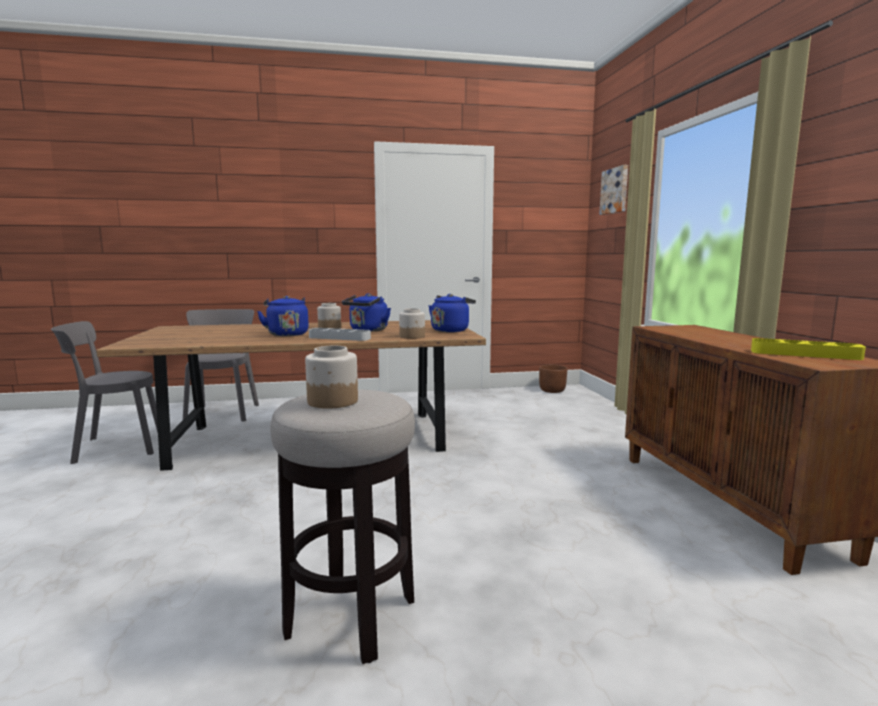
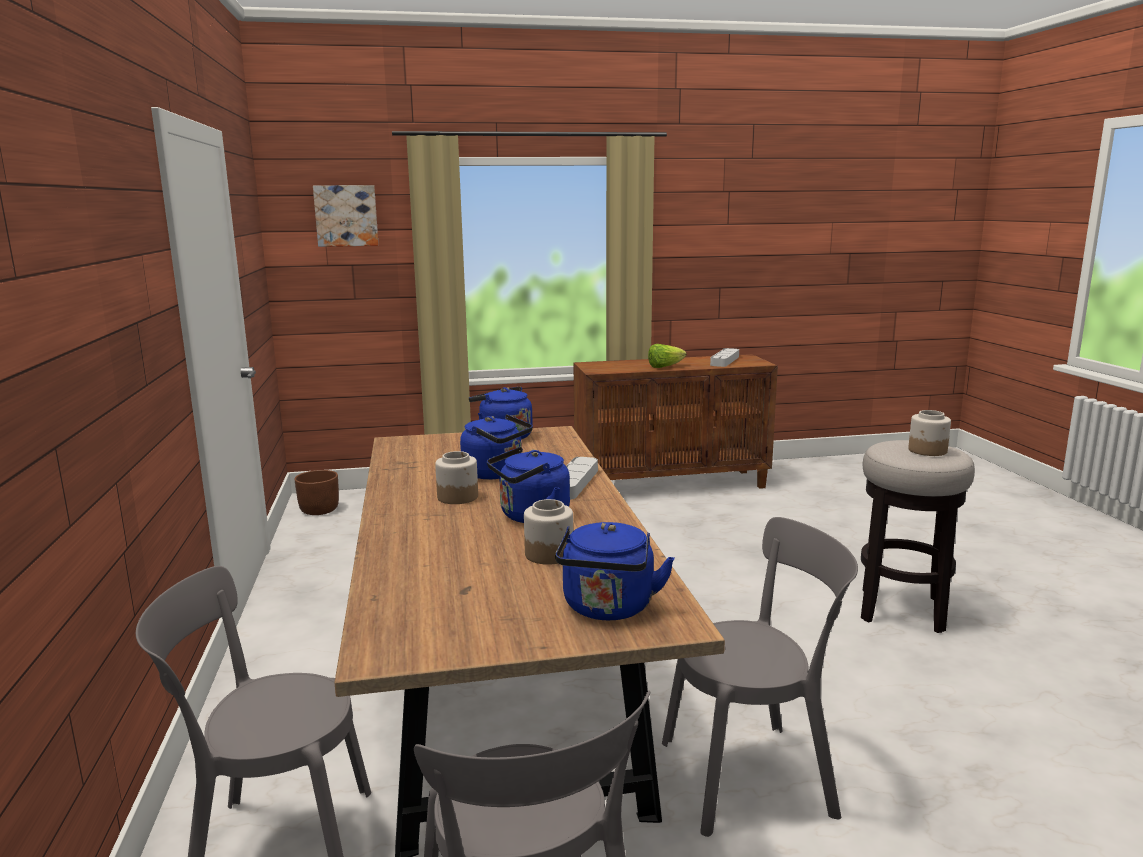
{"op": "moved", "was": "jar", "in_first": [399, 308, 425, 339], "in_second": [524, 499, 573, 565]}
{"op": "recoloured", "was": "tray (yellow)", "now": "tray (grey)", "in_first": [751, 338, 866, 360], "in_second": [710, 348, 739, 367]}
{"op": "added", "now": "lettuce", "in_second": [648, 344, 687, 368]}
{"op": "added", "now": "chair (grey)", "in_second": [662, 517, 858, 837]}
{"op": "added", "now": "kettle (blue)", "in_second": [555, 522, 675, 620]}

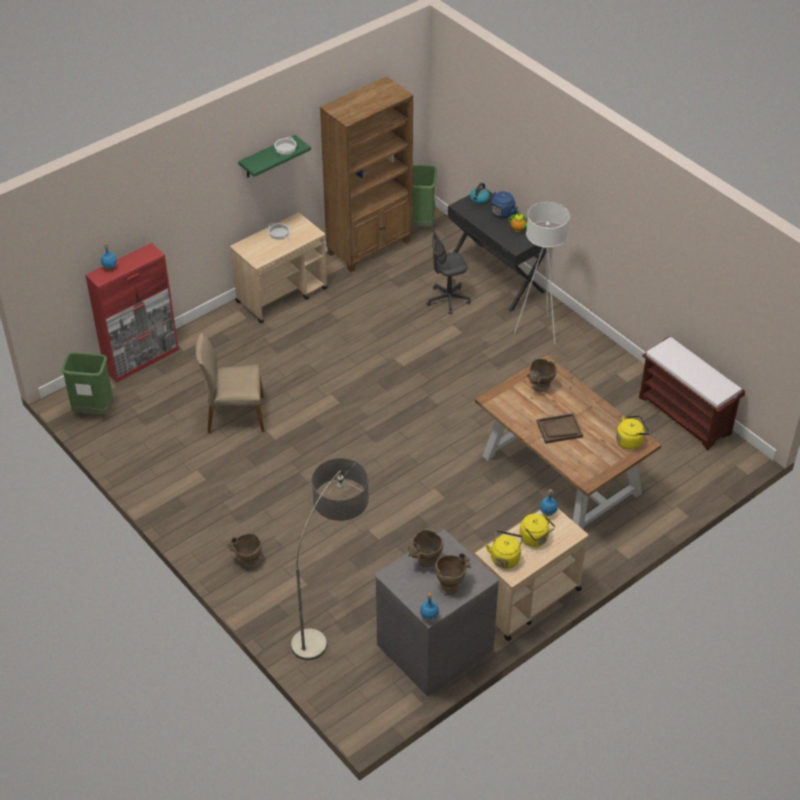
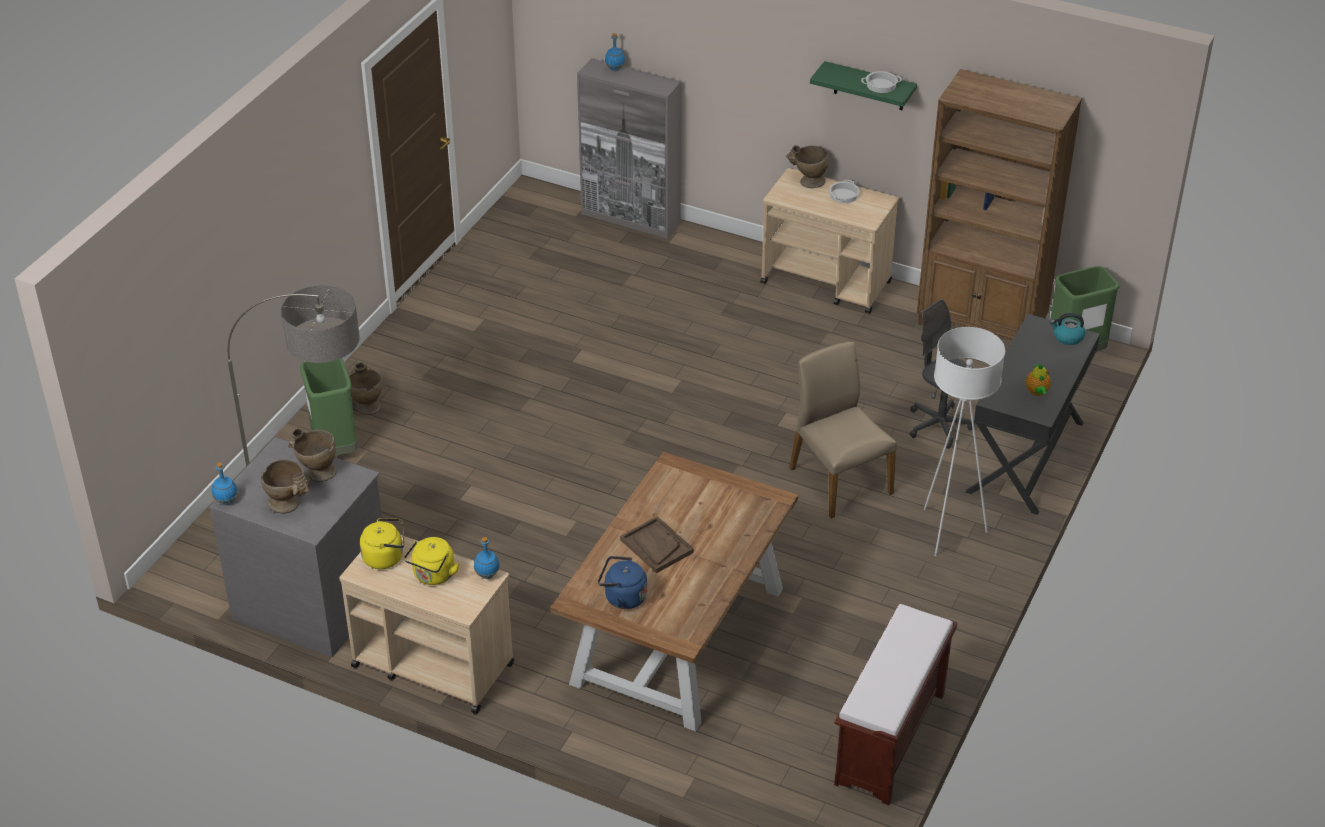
{"op": "moved", "was": "kettle (blue)", "in_first": [487, 191, 517, 218], "in_second": [598, 556, 647, 609]}
{"op": "recoloured", "was": "cabinet (red)", "now": "cabinet (grey)", "in_first": [85, 243, 179, 383], "in_second": [577, 58, 681, 239]}
{"op": "moved", "was": "chair (beige)", "in_first": [196, 333, 264, 433], "in_second": [790, 342, 896, 519]}
{"op": "moved", "was": "trash can (green)", "in_first": [61, 352, 113, 414], "in_second": [300, 358, 358, 456]}
{"op": "moved", "was": "vase (beige)", "in_first": [527, 358, 557, 392], "in_second": [786, 145, 828, 188]}
{"op": "removed", "was": "kettle (yellow)", "in_first": [616, 415, 650, 450]}

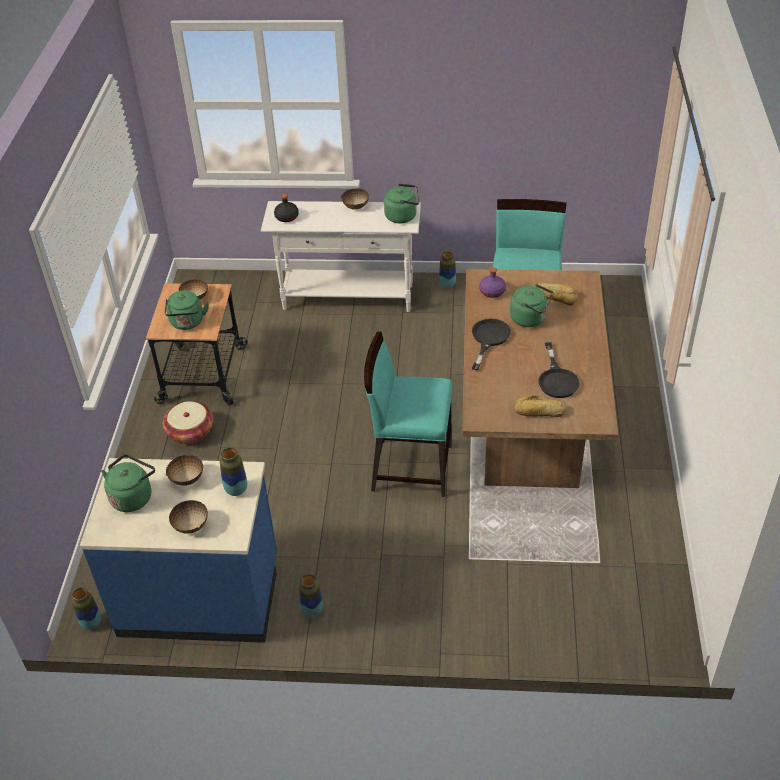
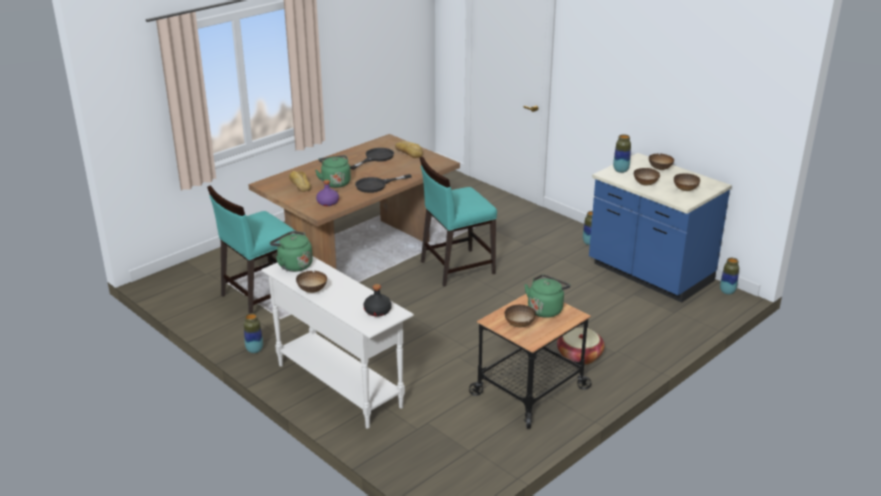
{"op": "turned", "was": "chair (turquoise)", "in_first": [364, 332, 452, 497], "in_second": [420, 157, 497, 287], "clockwise": 105}
{"op": "replaced", "was": "kettle (green)", "now": "bowl", "in_first": [101, 454, 155, 512], "in_second": [673, 173, 700, 191]}

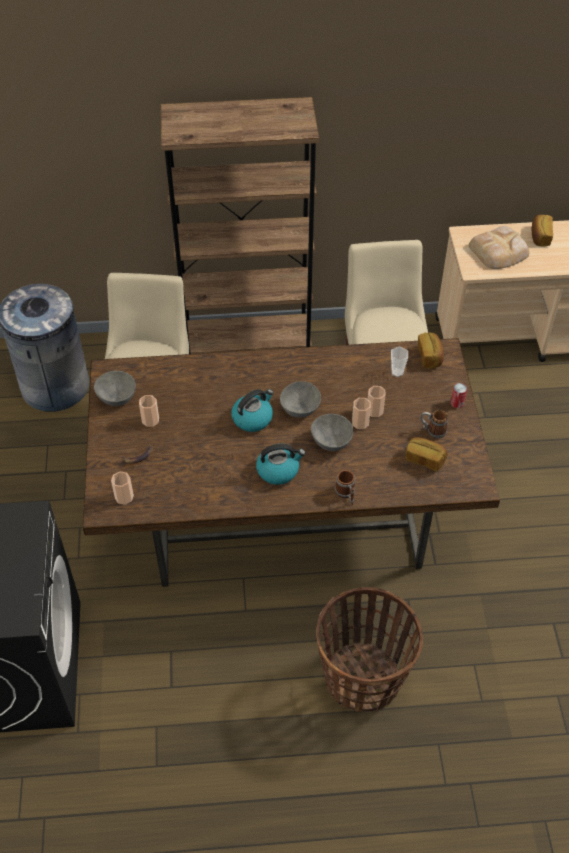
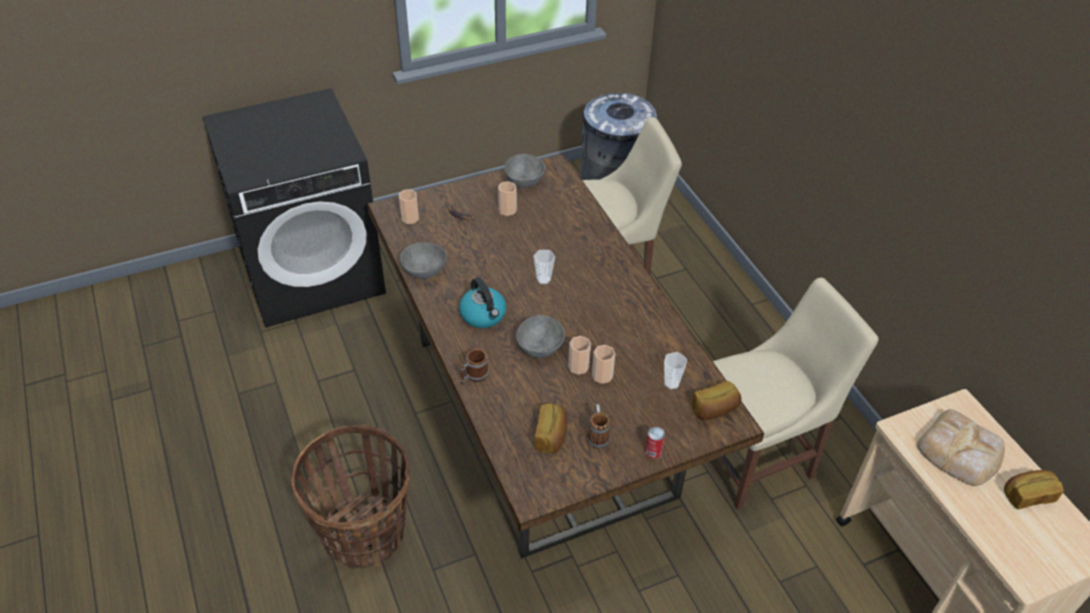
{"op": "removed", "was": "bookcase (brown)", "in_first": [161, 97, 319, 354]}
{"op": "moved", "was": "bowl (grey)", "in_first": [280, 381, 321, 417], "in_second": [400, 243, 446, 279]}
{"op": "replaced", "was": "kettle", "now": "cup", "in_first": [231, 389, 274, 432], "in_second": [533, 250, 555, 284]}

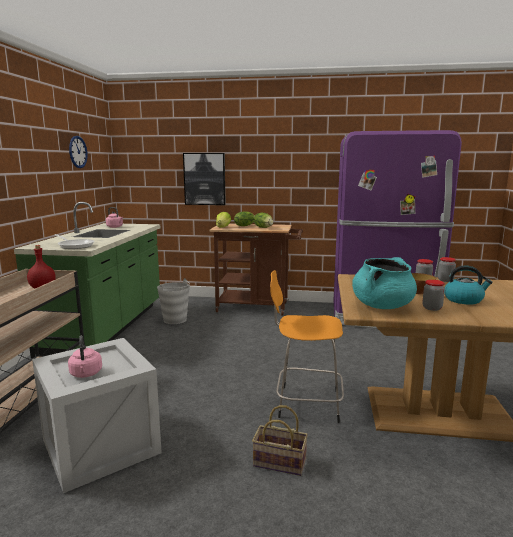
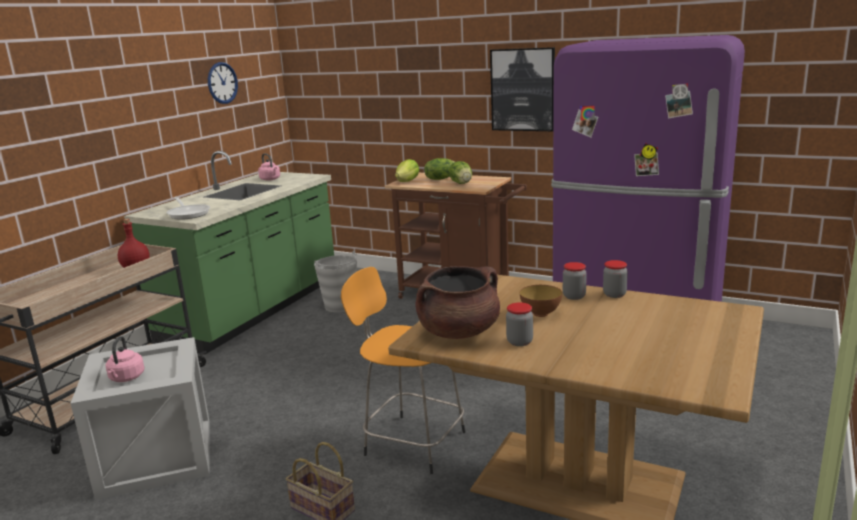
{"op": "moved", "was": "picture", "in_first": [183, 153, 226, 205], "in_second": [490, 47, 555, 131]}
{"op": "recoloured", "was": "cooking pot (turquoise)", "now": "cooking pot (brown)", "in_first": [352, 257, 417, 309], "in_second": [416, 266, 500, 339]}
{"op": "removed", "was": "kettle", "in_first": [444, 266, 493, 305]}

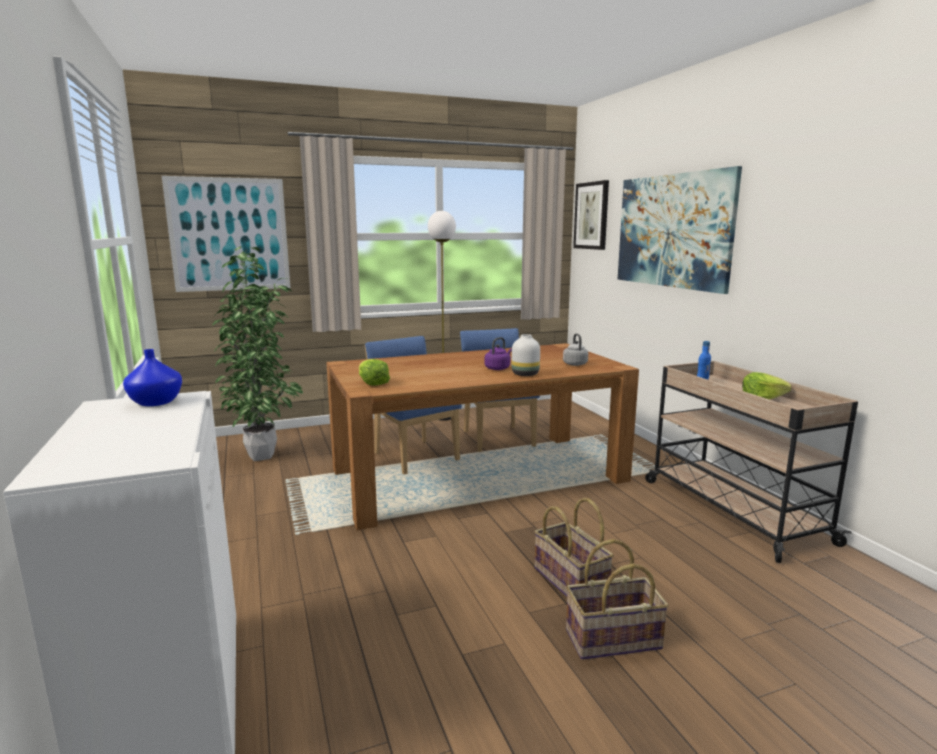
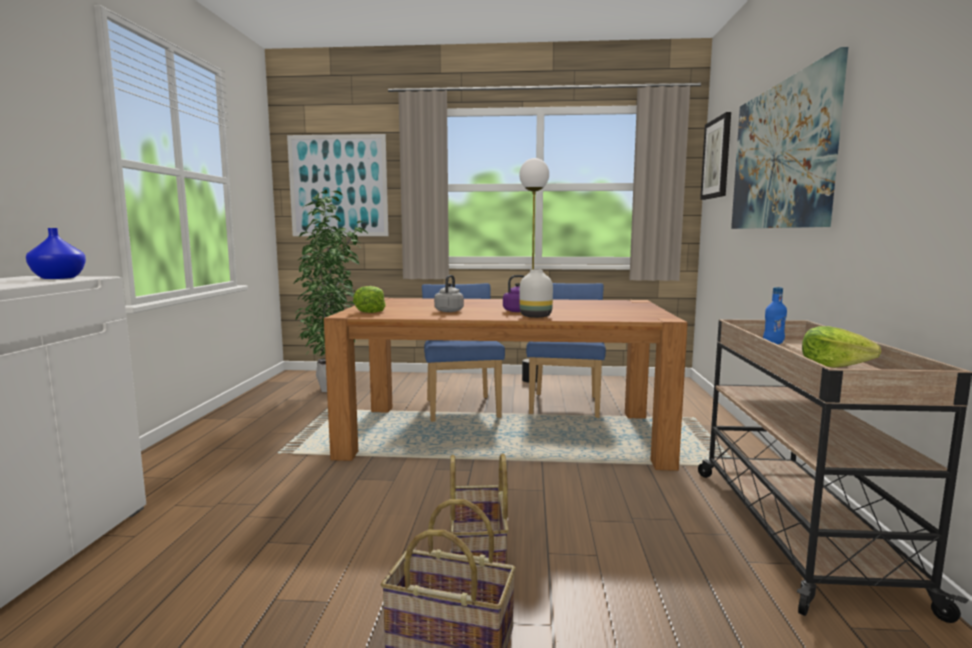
{"op": "moved", "was": "kettle (grey)", "in_first": [563, 333, 588, 366], "in_second": [434, 275, 464, 312]}

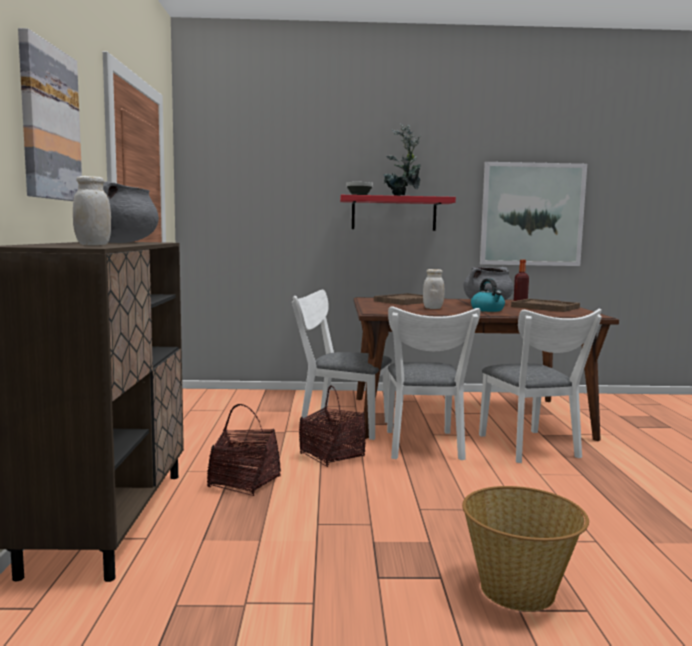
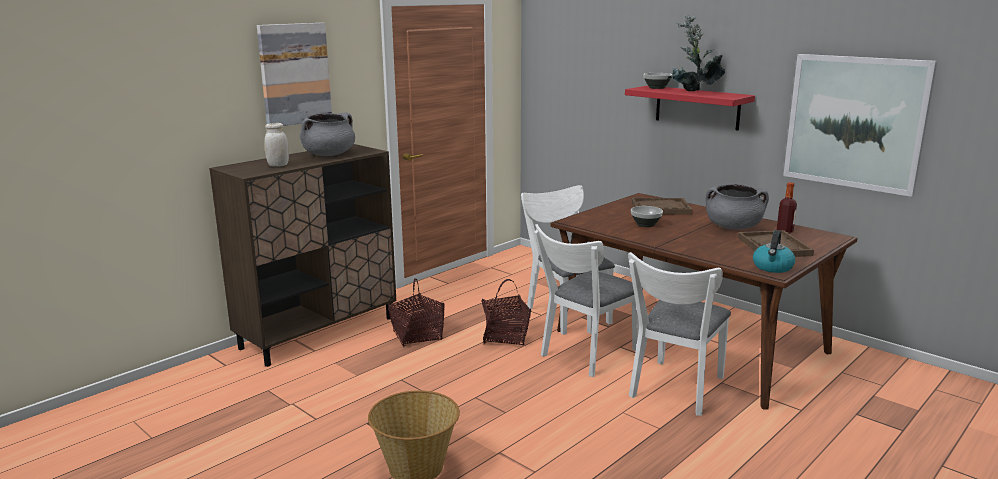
{"op": "replaced", "was": "jar (white)", "now": "bowl", "in_first": [423, 269, 444, 309], "in_second": [631, 206, 663, 227]}
{"op": "moved", "was": "kettle", "in_first": [471, 278, 505, 312], "in_second": [753, 230, 795, 273]}

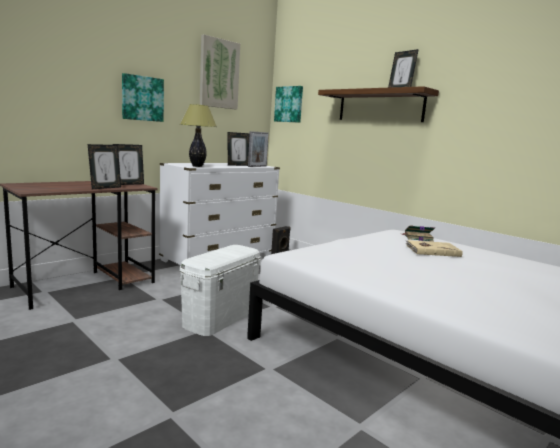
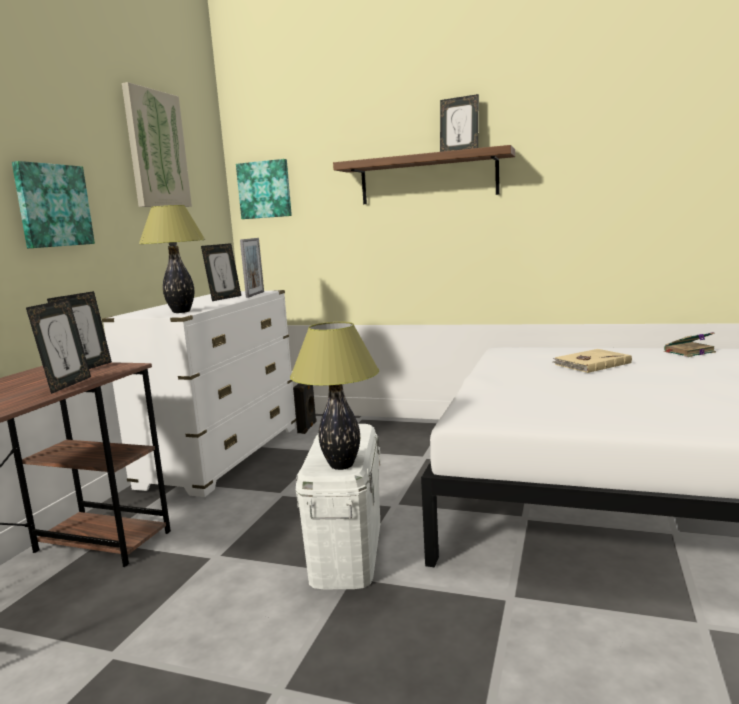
{"op": "moved", "was": "book", "in_first": [401, 225, 435, 242], "in_second": [663, 332, 716, 357]}
{"op": "added", "now": "table lamp", "in_second": [290, 322, 379, 470]}

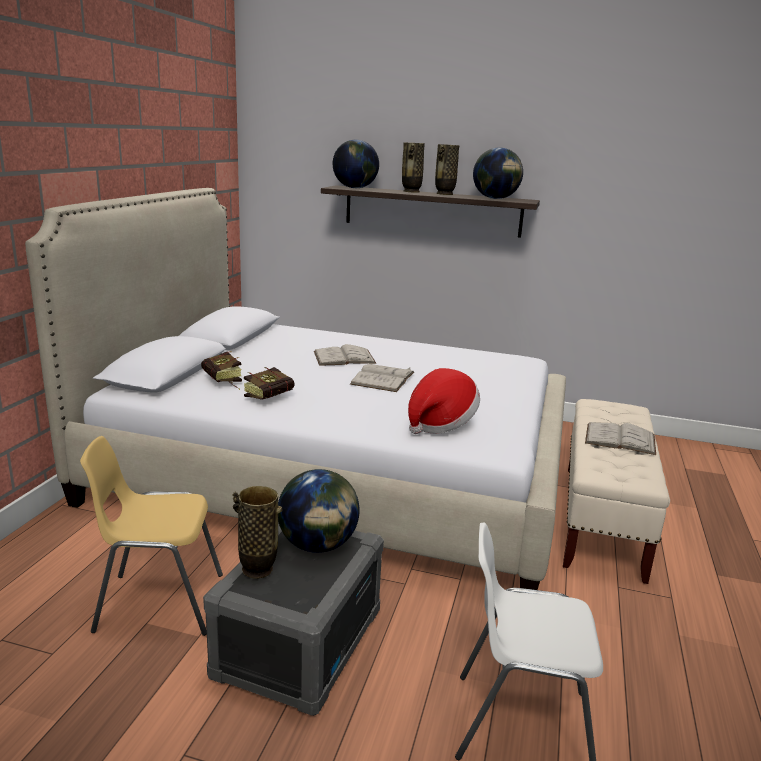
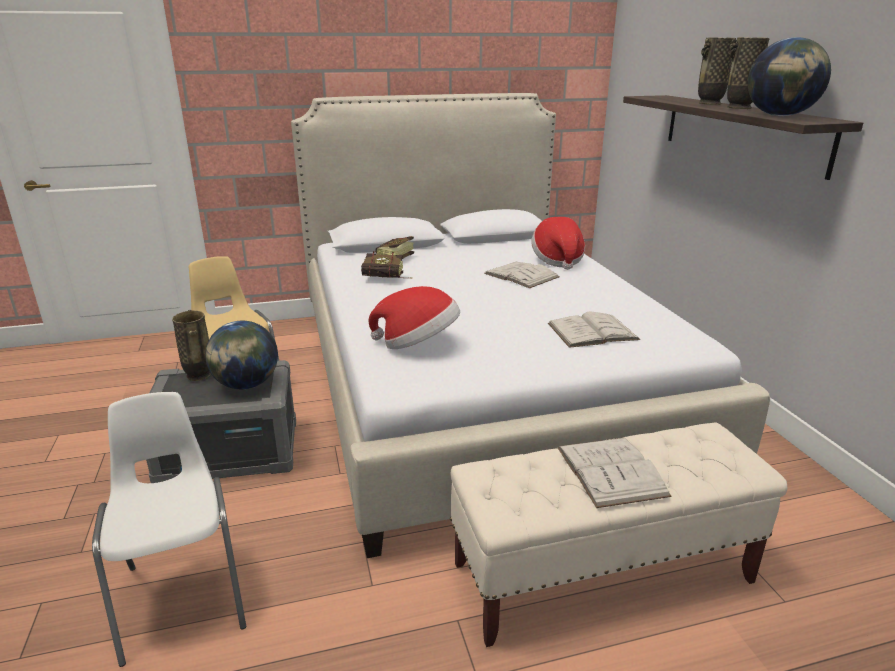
{"op": "removed", "was": "globe", "in_first": [333, 140, 379, 188]}
{"op": "moved", "was": "book (white)", "in_first": [350, 364, 414, 392], "in_second": [548, 312, 641, 348]}
{"op": "added", "now": "hat", "in_second": [531, 217, 585, 270]}

